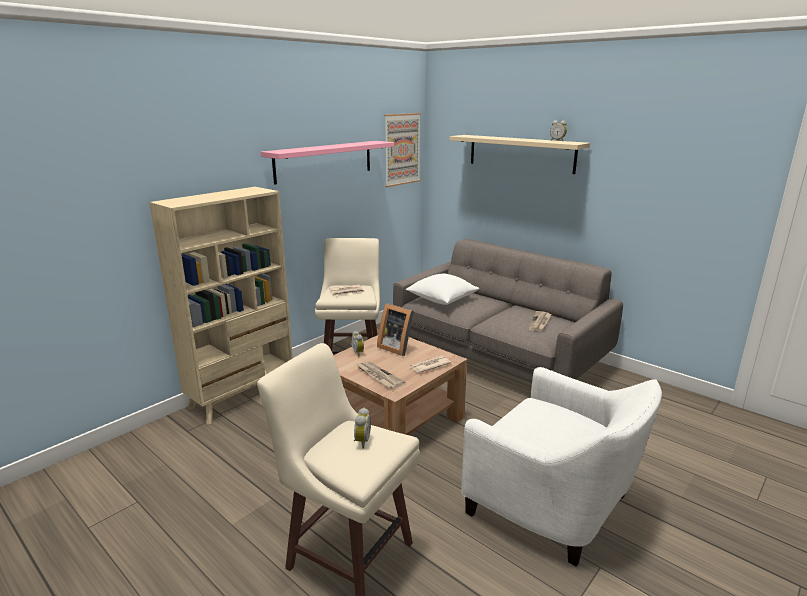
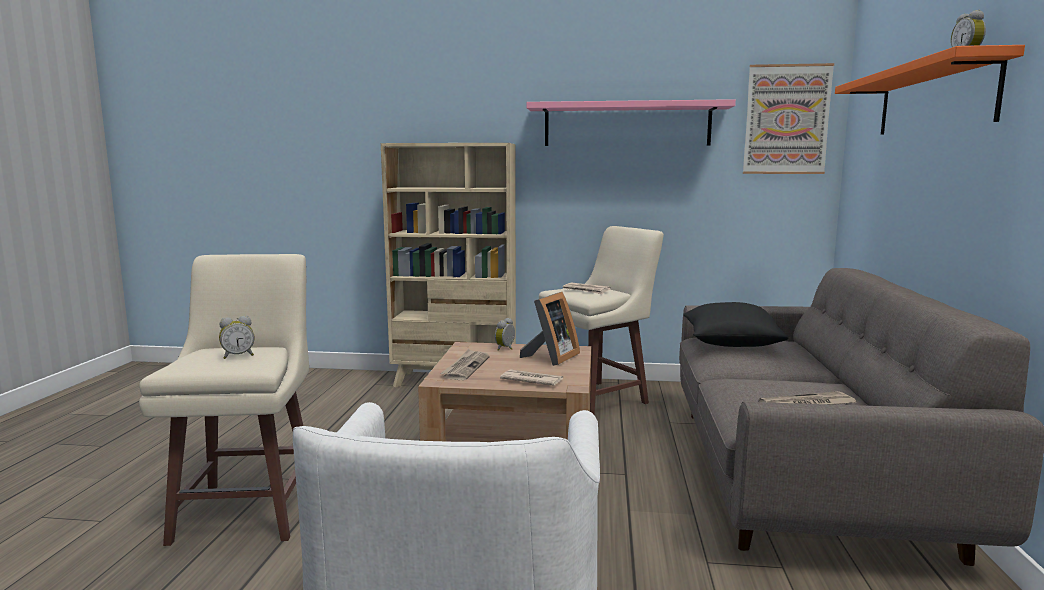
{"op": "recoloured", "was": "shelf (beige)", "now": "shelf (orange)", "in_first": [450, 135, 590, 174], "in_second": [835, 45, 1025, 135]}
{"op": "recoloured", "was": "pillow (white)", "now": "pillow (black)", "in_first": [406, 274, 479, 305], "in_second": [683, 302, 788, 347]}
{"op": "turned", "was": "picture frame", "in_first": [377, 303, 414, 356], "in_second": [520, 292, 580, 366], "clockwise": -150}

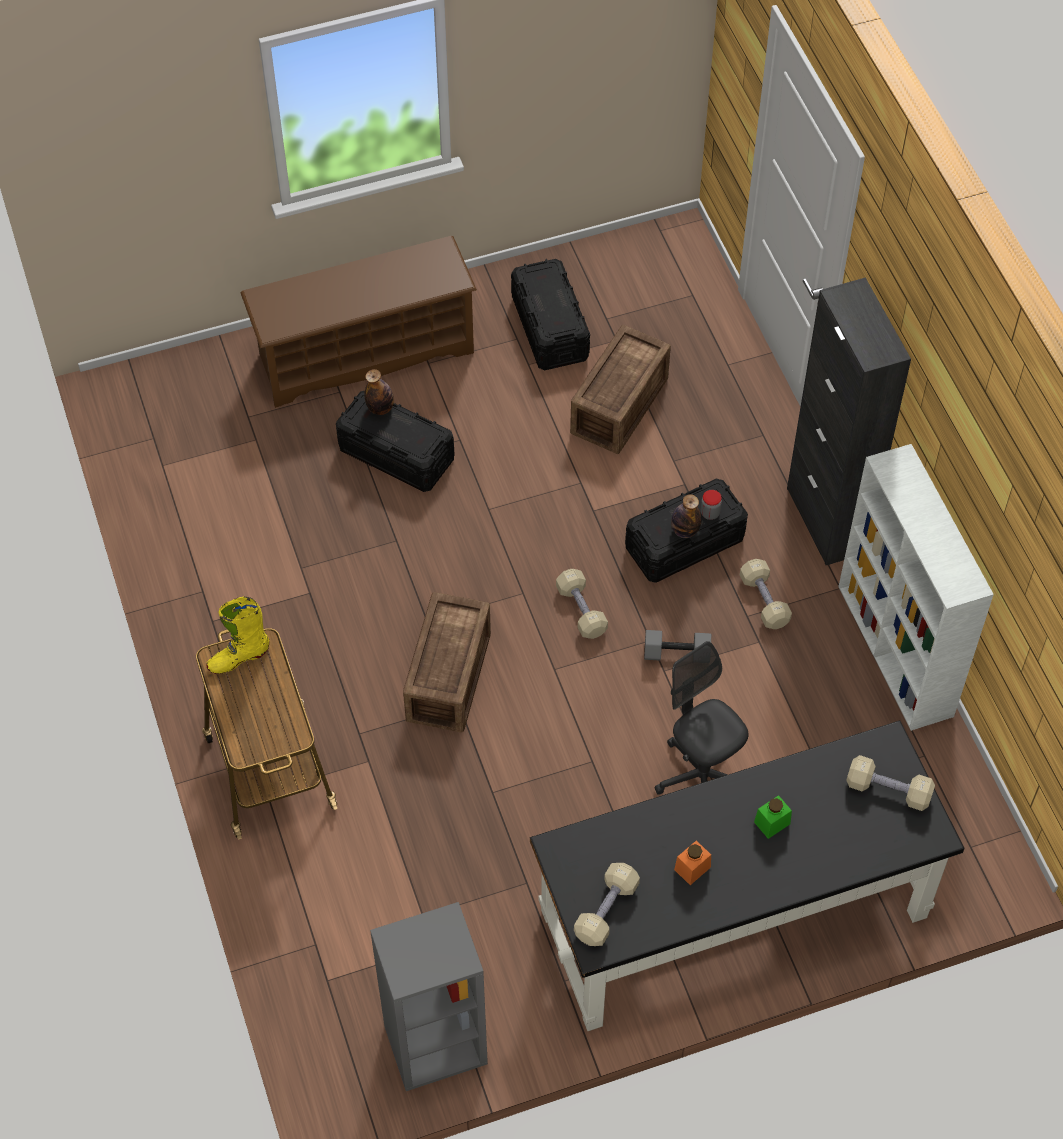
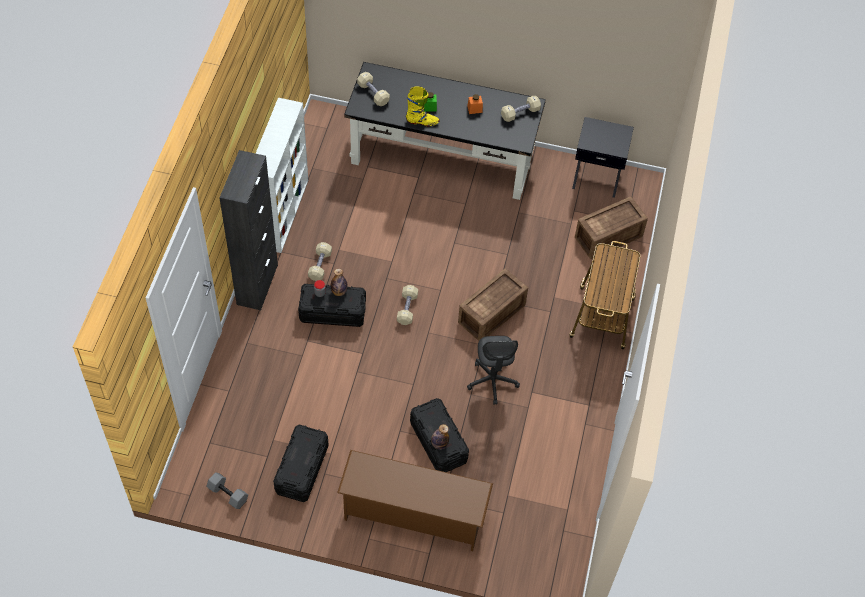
{"op": "moved", "was": "crate", "in_first": [570, 325, 671, 454], "in_second": [575, 197, 648, 259]}
{"op": "moved", "was": "boot (yellow)", "in_first": [206, 597, 269, 674], "in_second": [406, 86, 439, 127]}
{"op": "moved", "was": "dumbbell (grey)", "in_first": [644, 630, 711, 660], "in_second": [206, 472, 248, 509]}
{"op": "moved", "was": "office chair (grey)", "in_first": [654, 641, 749, 795], "in_second": [467, 336, 520, 405]}
{"op": "replaced", "was": "bookcase (grey)", "now": "nightstand (black)", "in_first": [370, 902, 488, 1091], "in_second": [572, 117, 634, 198]}

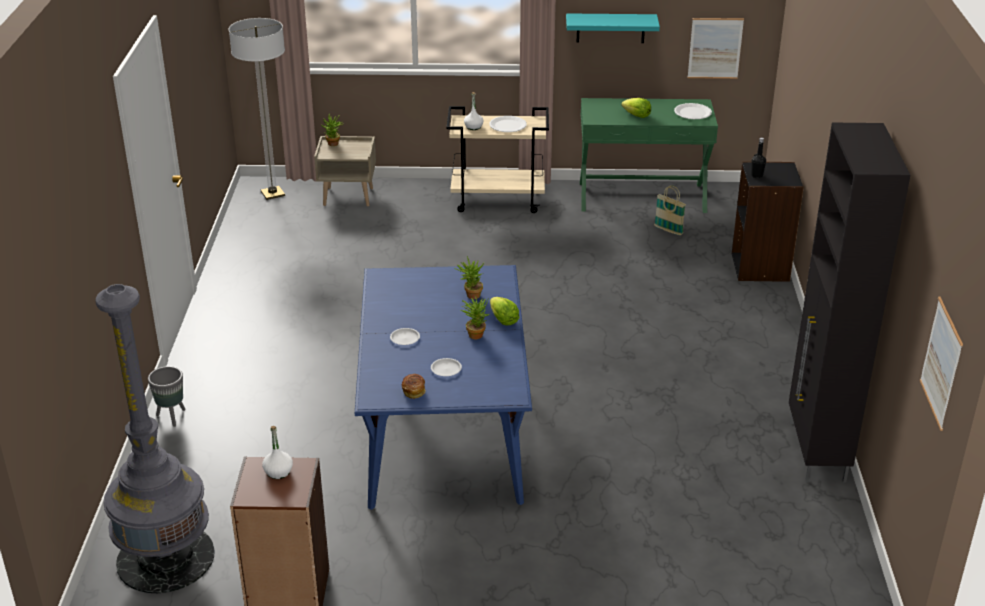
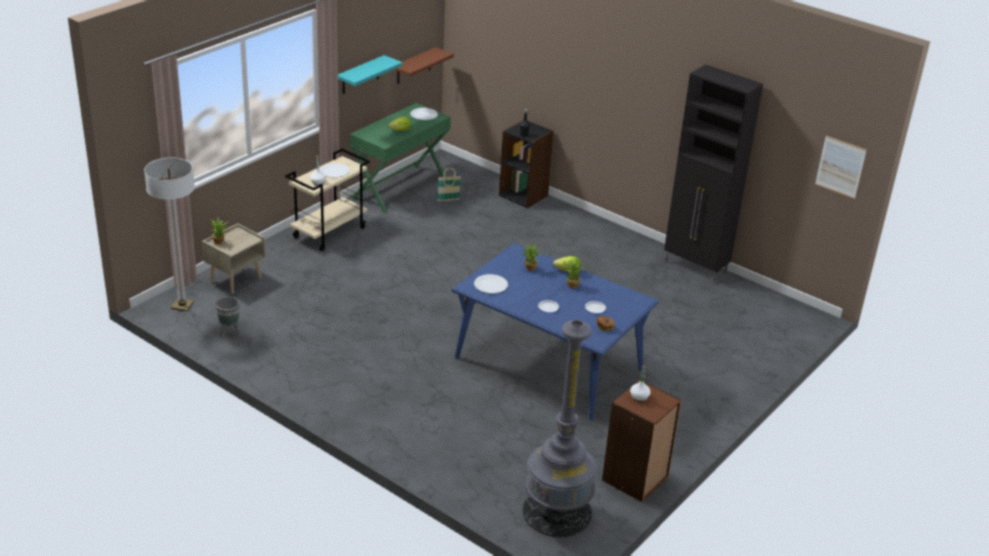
{"op": "replaced", "was": "picture", "now": "shelf (brown)", "in_first": [688, 18, 744, 79], "in_second": [394, 47, 454, 84]}
{"op": "moved", "was": "planter (grey)", "in_first": [148, 366, 185, 427], "in_second": [215, 297, 241, 337]}
{"op": "added", "now": "plate (white)", "in_second": [474, 274, 508, 293]}

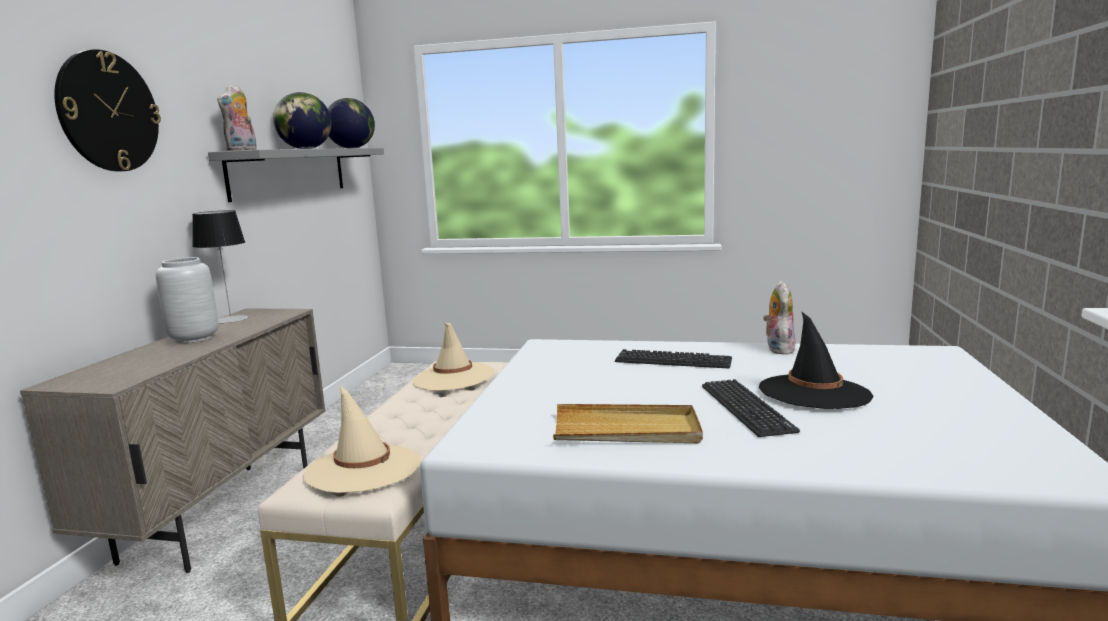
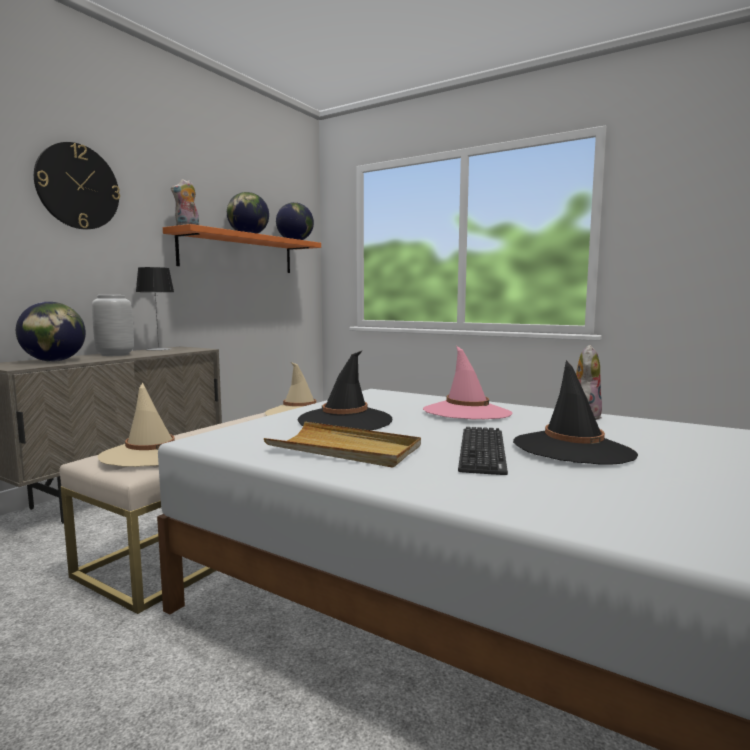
{"op": "recoloured", "was": "shelf (grey)", "now": "shelf (orange)", "in_first": [208, 148, 384, 202], "in_second": [163, 224, 321, 273]}
{"op": "replaced", "was": "keyboard", "now": "hat (pink)", "in_first": [615, 349, 732, 369], "in_second": [423, 346, 513, 420]}
{"op": "added", "now": "globe", "in_second": [16, 302, 86, 362]}
{"op": "added", "now": "hat (black)", "in_second": [298, 350, 392, 430]}

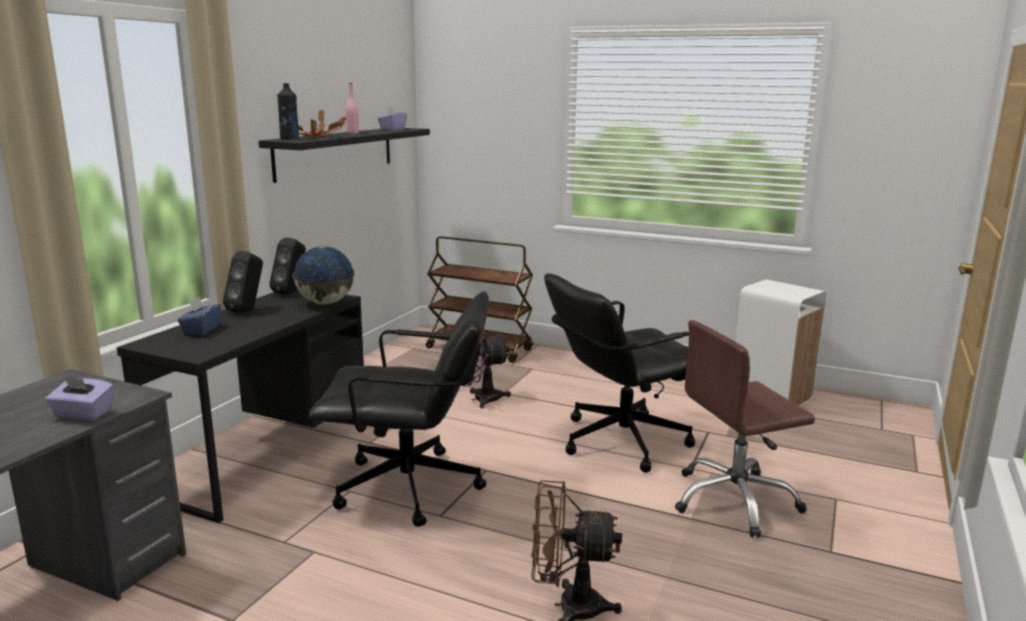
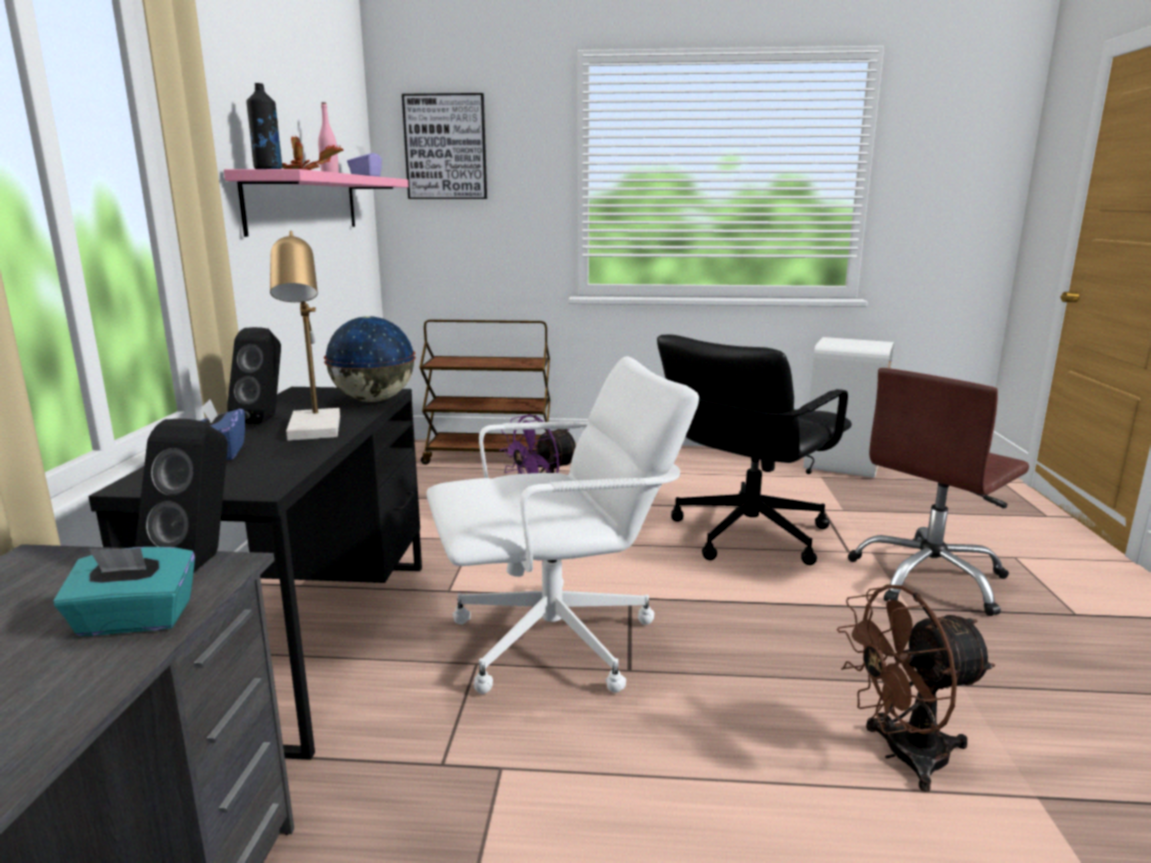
{"op": "recoloured", "was": "shelf (black)", "now": "shelf (pink)", "in_first": [259, 128, 430, 183], "in_second": [224, 169, 409, 237]}
{"op": "moved", "was": "speaker (black)", "in_first": [269, 238, 306, 294], "in_second": [135, 419, 228, 572]}
{"op": "recoloured", "was": "office chair (black)", "now": "office chair (white)", "in_first": [309, 291, 489, 527], "in_second": [426, 356, 699, 694]}
{"op": "recoloured", "was": "tissue box (purple)", "now": "tissue box (turquoise)", "in_first": [45, 376, 114, 420], "in_second": [53, 547, 195, 636]}
{"op": "added", "now": "picture", "in_second": [402, 93, 487, 199]}
{"op": "added", "now": "table lamp", "in_second": [270, 231, 340, 441]}

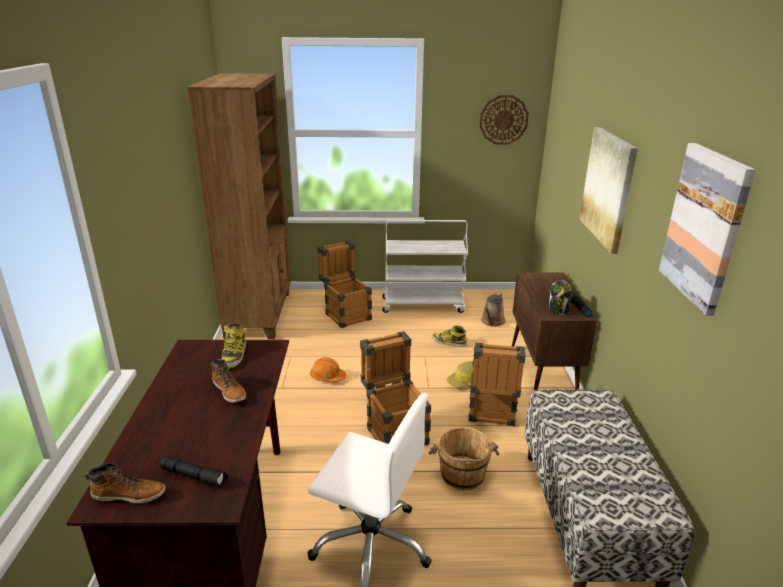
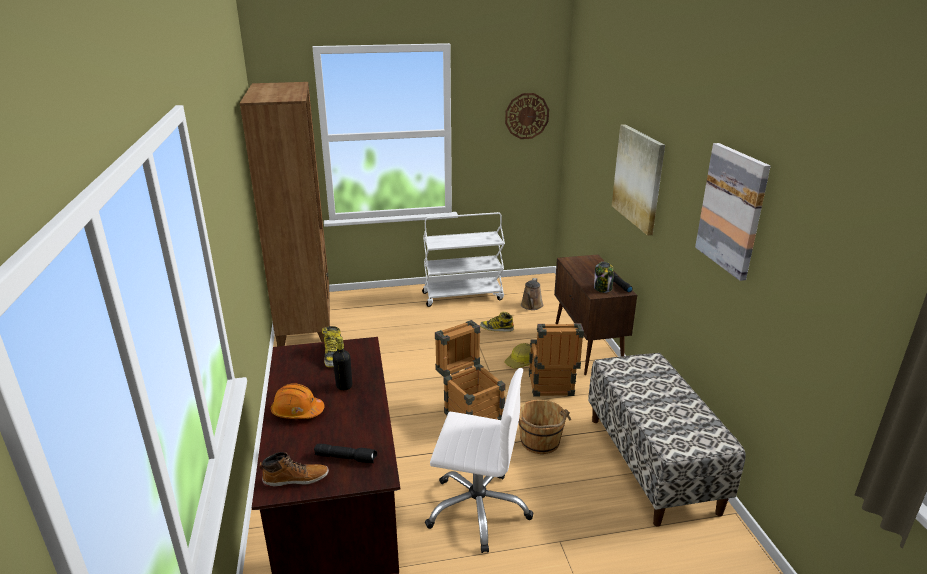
{"op": "removed", "was": "crate", "in_first": [317, 240, 372, 328]}
{"op": "moved", "was": "hard hat (orange)", "in_first": [310, 357, 346, 382], "in_second": [271, 383, 324, 419]}
{"op": "replaced", "was": "boot", "now": "bottle (black)", "in_first": [211, 359, 246, 403], "in_second": [332, 336, 352, 390]}

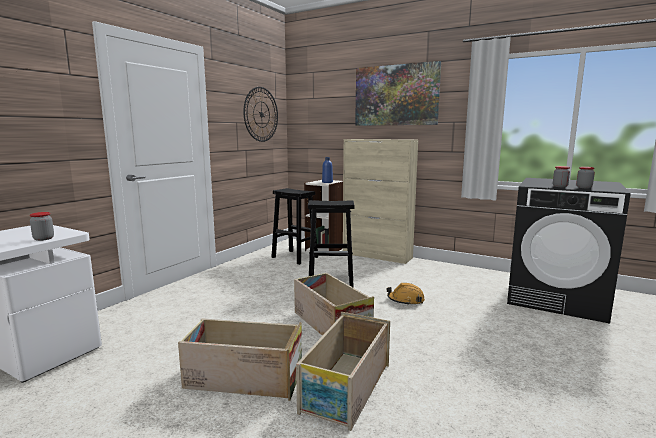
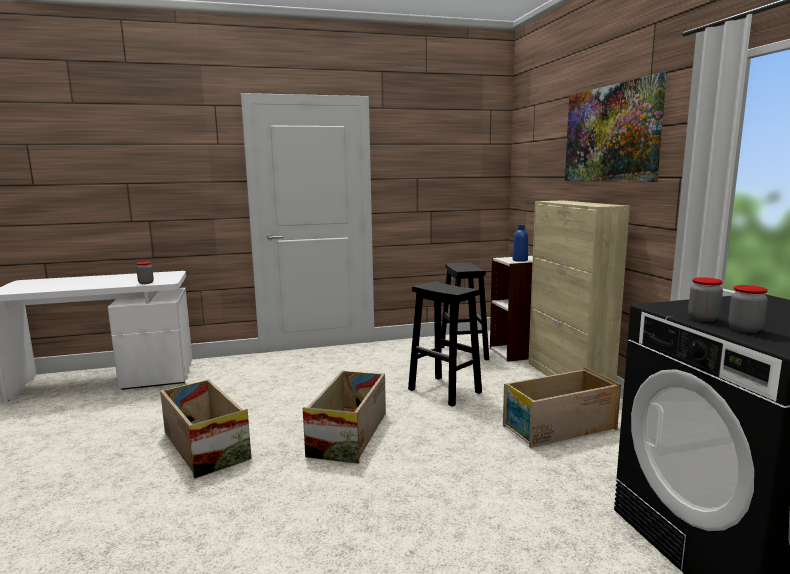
{"op": "removed", "was": "wall clock", "in_first": [243, 87, 278, 142]}
{"op": "removed", "was": "hard hat (orange)", "in_first": [386, 283, 425, 304]}
{"op": "moved", "was": "crate", "in_first": [296, 312, 390, 431], "in_second": [503, 367, 621, 448]}

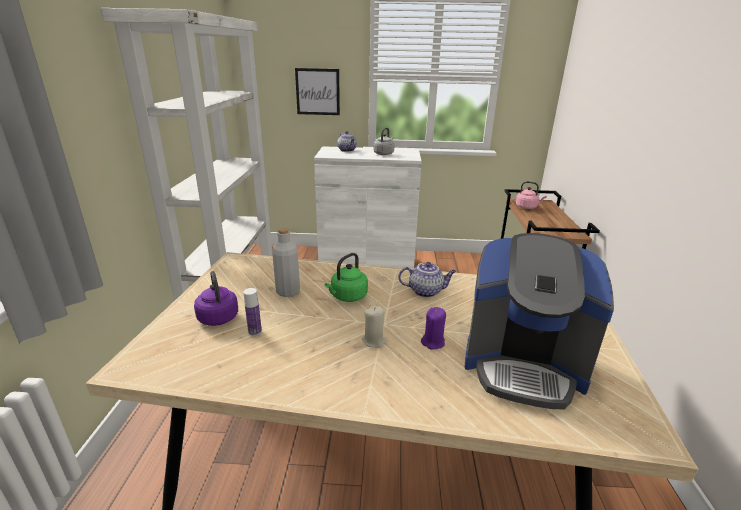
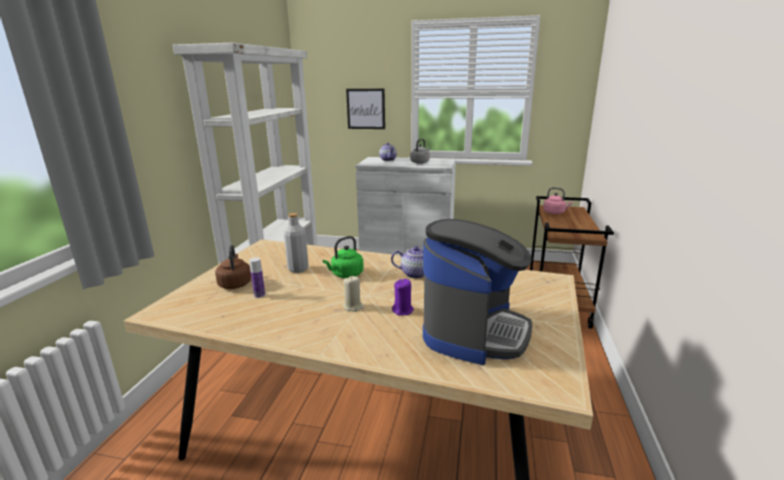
{"op": "turned", "was": "coffee machine", "in_first": [465, 233, 614, 410], "in_second": [423, 219, 532, 365], "clockwise": -90}
{"op": "recoloured", "was": "kettle (purple)", "now": "kettle (brown)", "in_first": [194, 271, 238, 326], "in_second": [215, 245, 251, 289]}

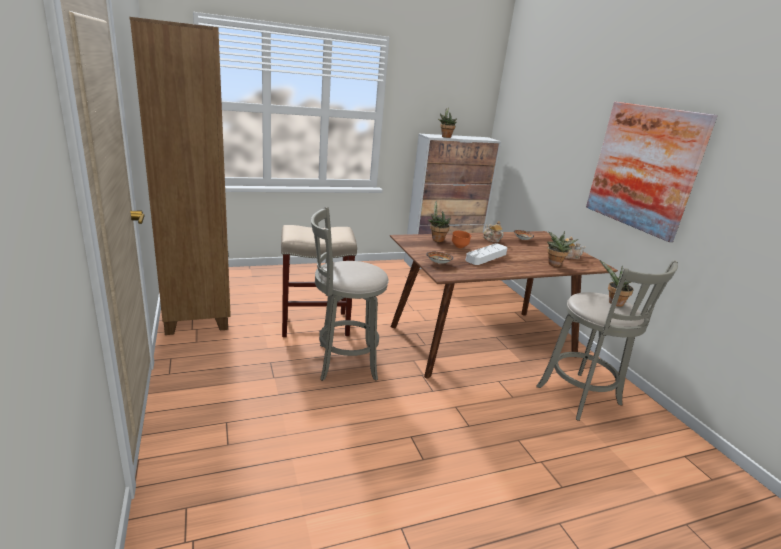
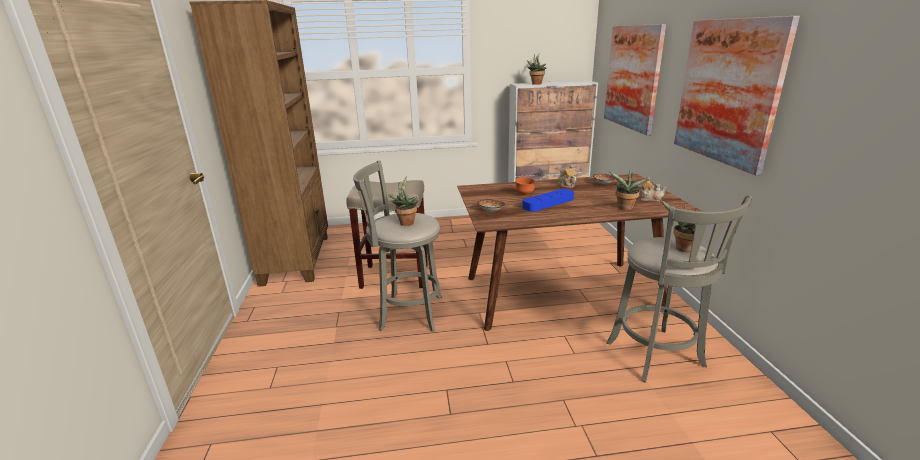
{"op": "moved", "was": "potted plant", "in_first": [427, 201, 451, 242], "in_second": [388, 177, 419, 226]}
{"op": "recoloured", "was": "tray (white)", "now": "tray (blue)", "in_first": [466, 244, 508, 265], "in_second": [522, 189, 574, 212]}
{"op": "added", "now": "picture", "in_second": [604, 24, 666, 135]}

